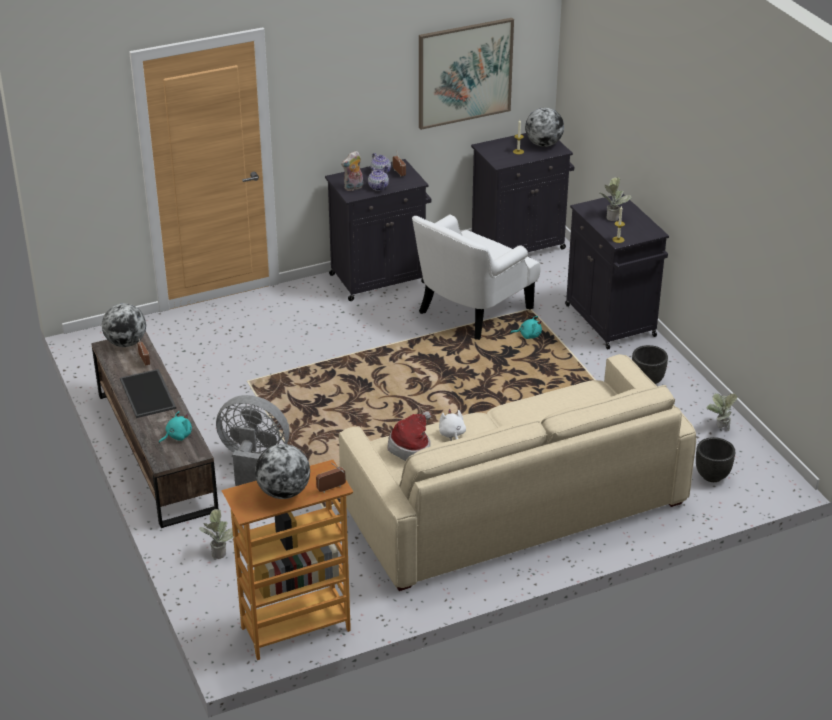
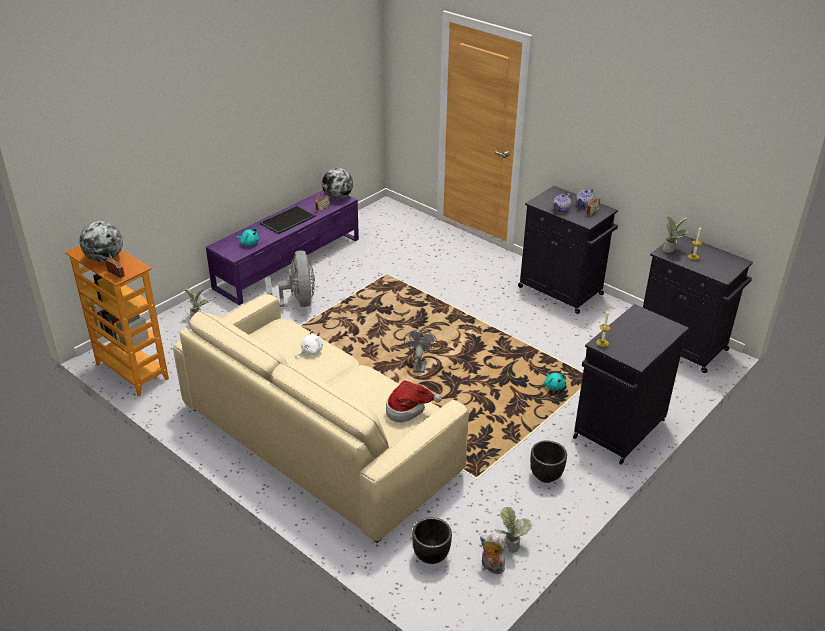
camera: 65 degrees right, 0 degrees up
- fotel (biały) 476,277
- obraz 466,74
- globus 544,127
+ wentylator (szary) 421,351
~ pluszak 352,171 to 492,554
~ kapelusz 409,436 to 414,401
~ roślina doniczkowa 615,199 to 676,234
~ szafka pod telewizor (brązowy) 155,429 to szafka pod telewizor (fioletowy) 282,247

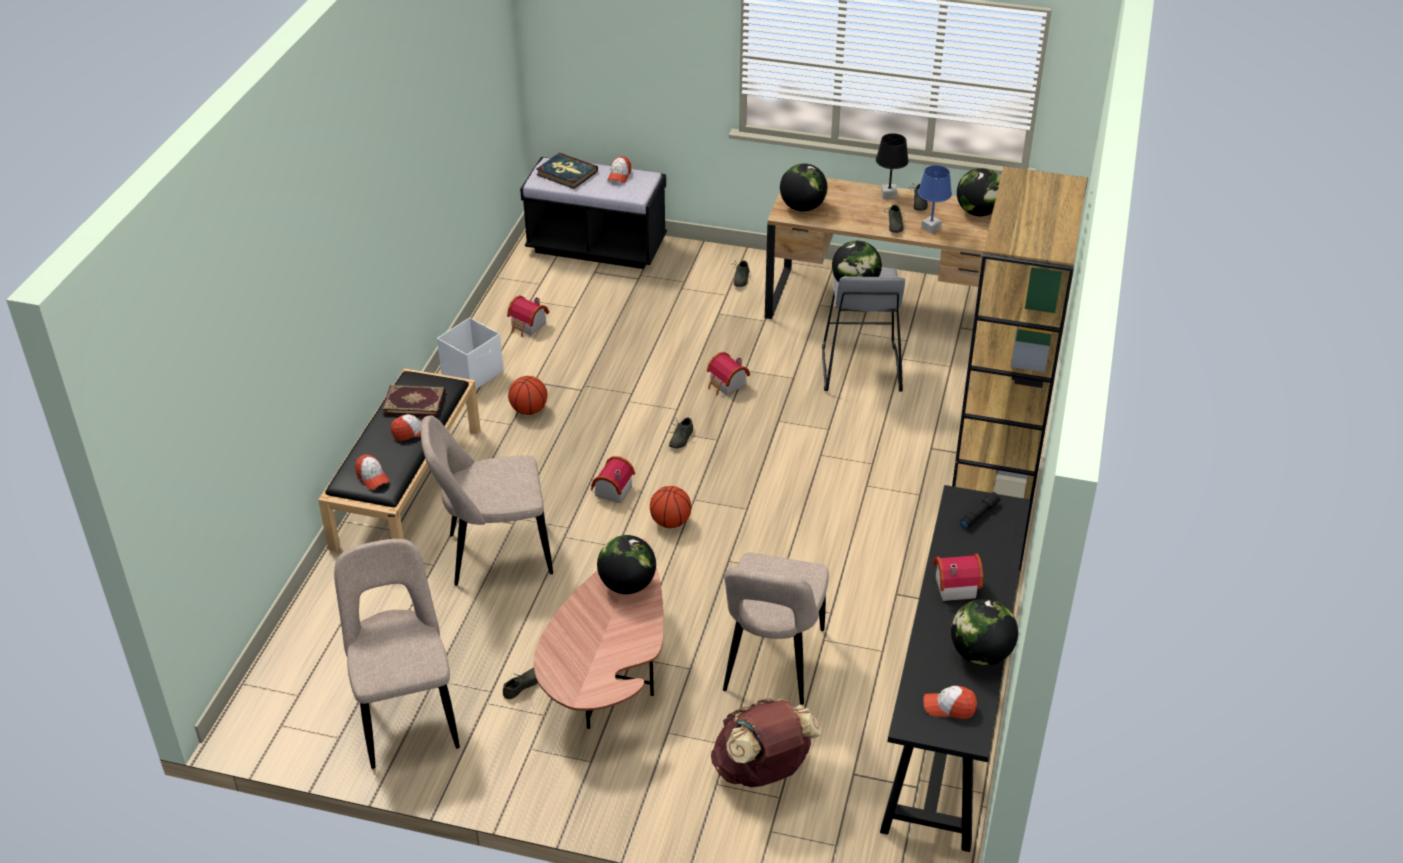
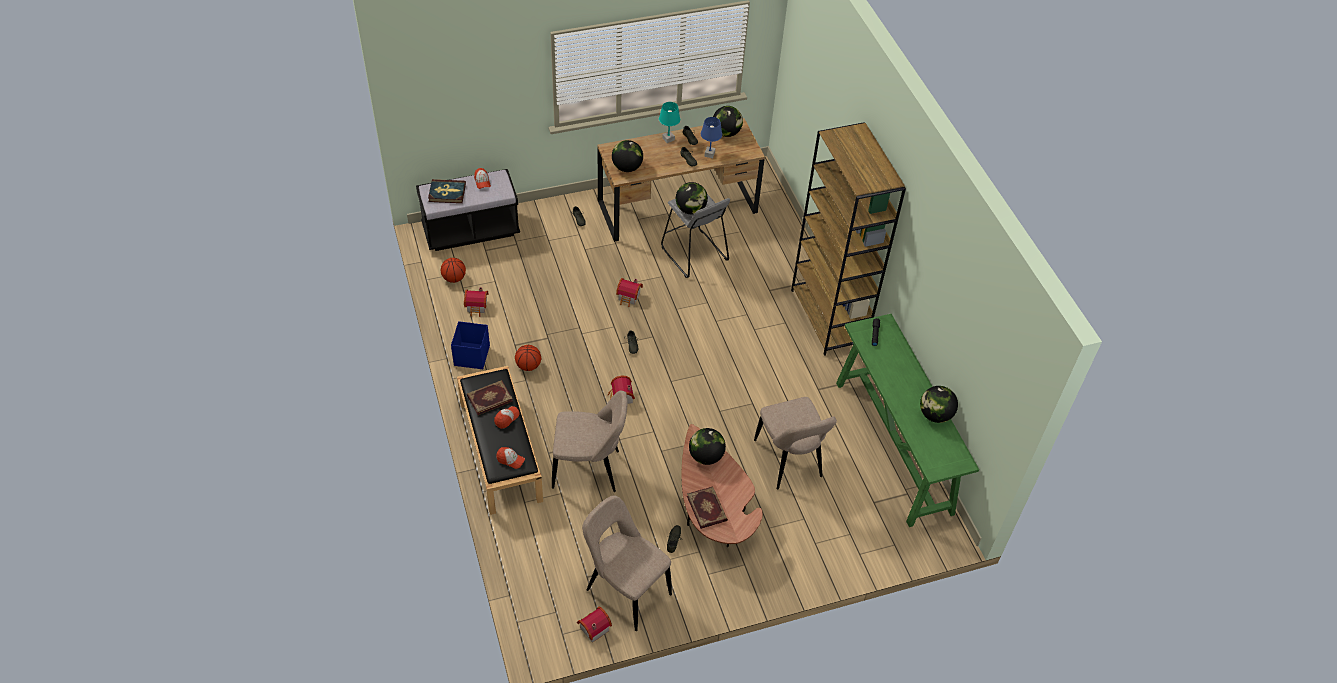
camera: 35 degrees left, 10 degrees up
- plecak (brązowy) 766,742
- czapka z daszkiem 950,702
+ książka 707,508
~ piłka do koszykówki 670,507 to 453,270
~ domek 957,577 to 594,625
~ pojemnik do przechowywania (biały) 470,353 to pojemnik do przechowywania (niebieski) 470,345
~ lampa stołowa (czarny) 892,166 to lampa stołowa (turkusowy) 669,122
~ stolik konsolowy (czarny) 955,668 to stolik konsolowy (zielony) 907,420
~ krzesło (beżowy) 487,500 = 590,441 135 degrees counterclockwise

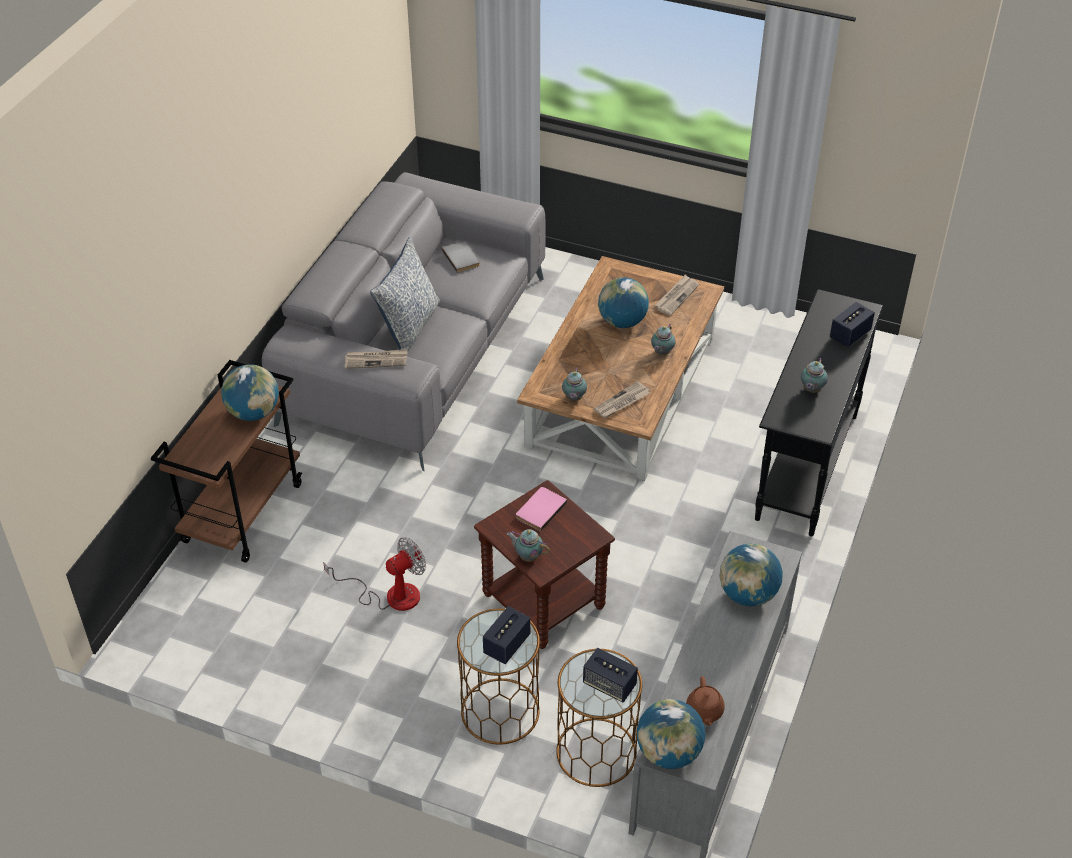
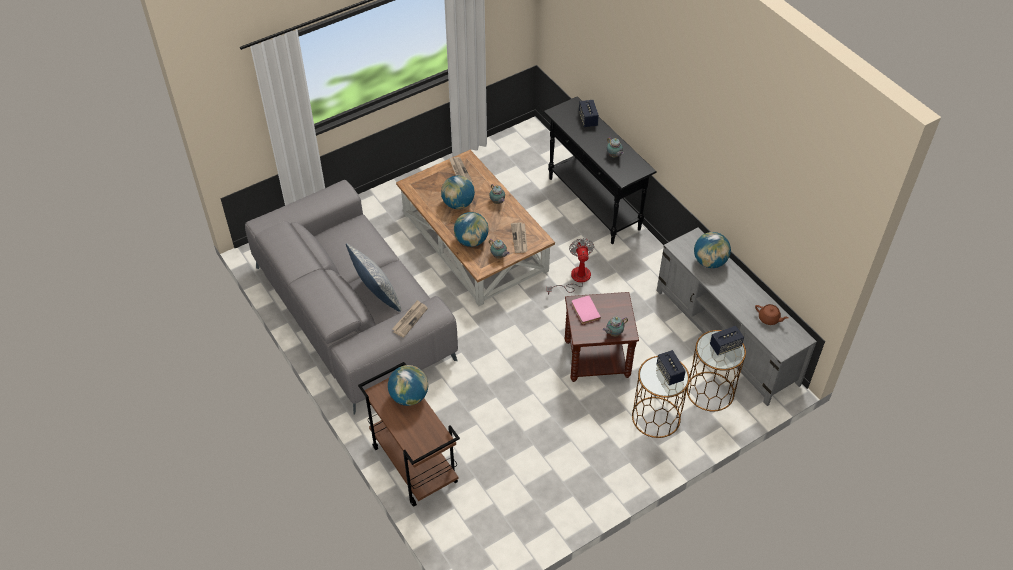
camera: 55 degrees left, 5 degrees up
- książka (szary) 461,257
~ wentylator 374,574 to 570,266
~ globus 671,734 to 471,229

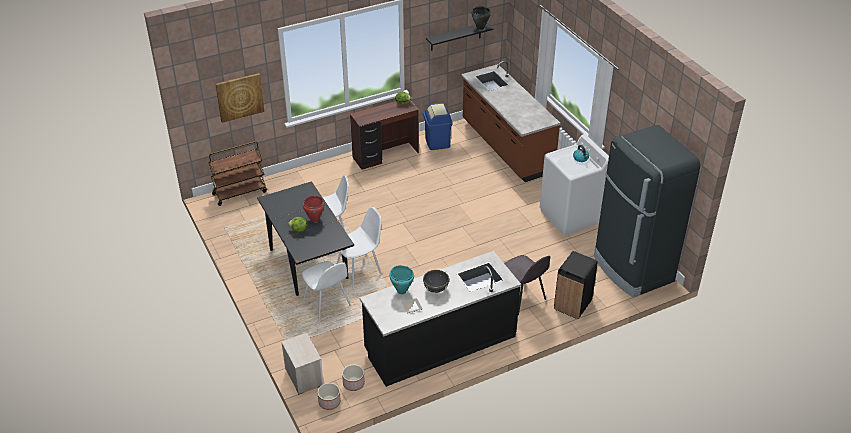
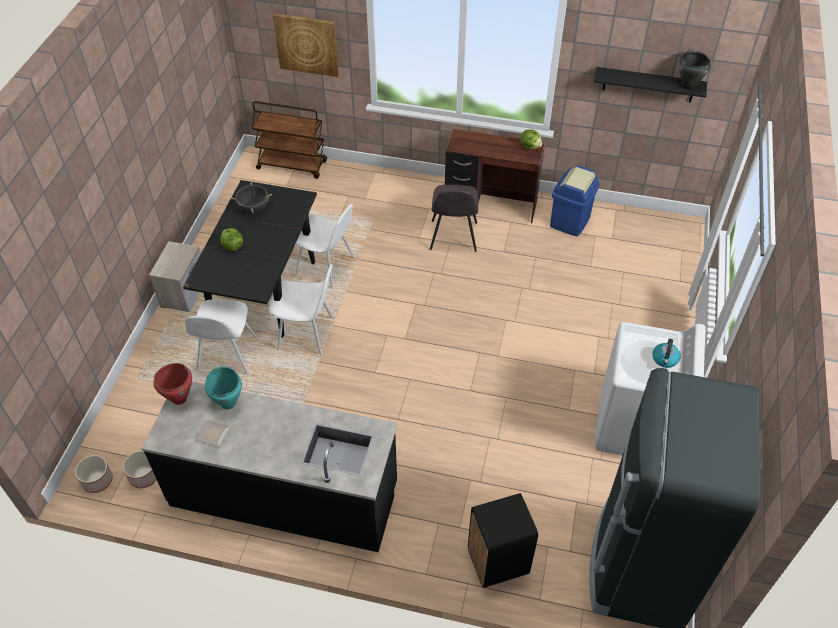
camera: 40 degrees right, 10 degrees up
- zabudowa kuchenna (brązowy) 511,121
~ szafka nocna 302,363 to 175,276
~ garnek (czerwony) 313,208 to 172,384
~ garnek (czarny) 436,281 to 251,198
~ krzesło (szary) 527,285 to 454,218

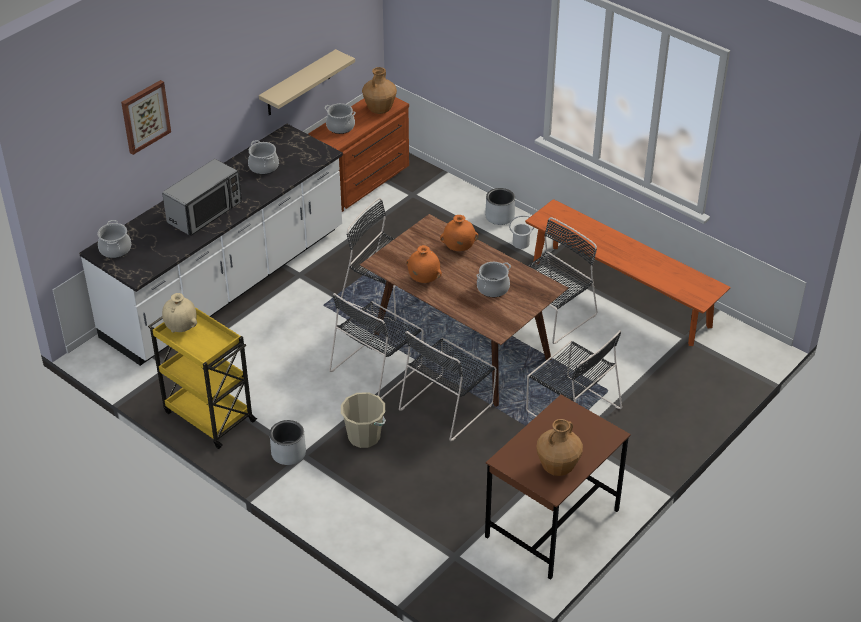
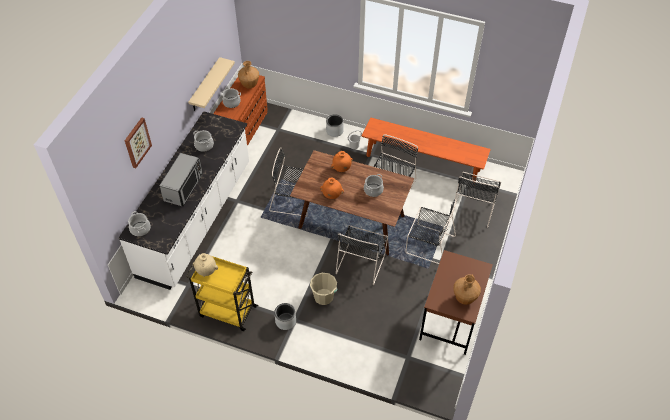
camera: 20 degrees left, 10 degrees up
~ krzesło (czarny) 376,346 to 476,200

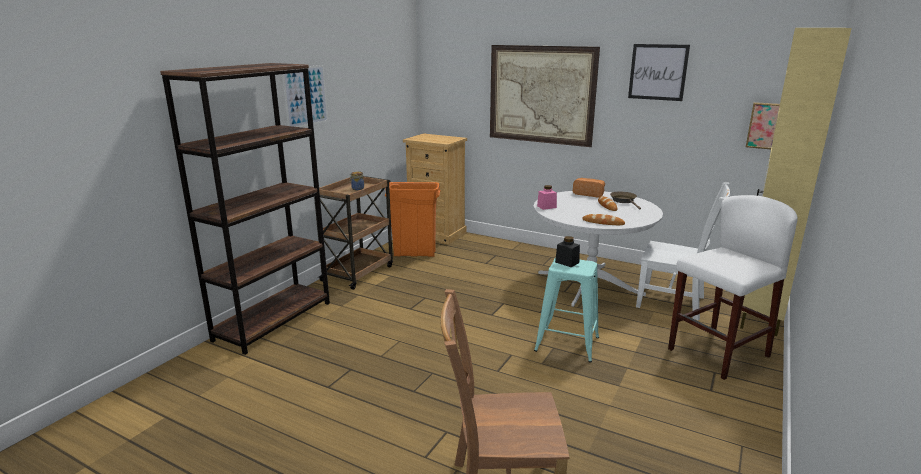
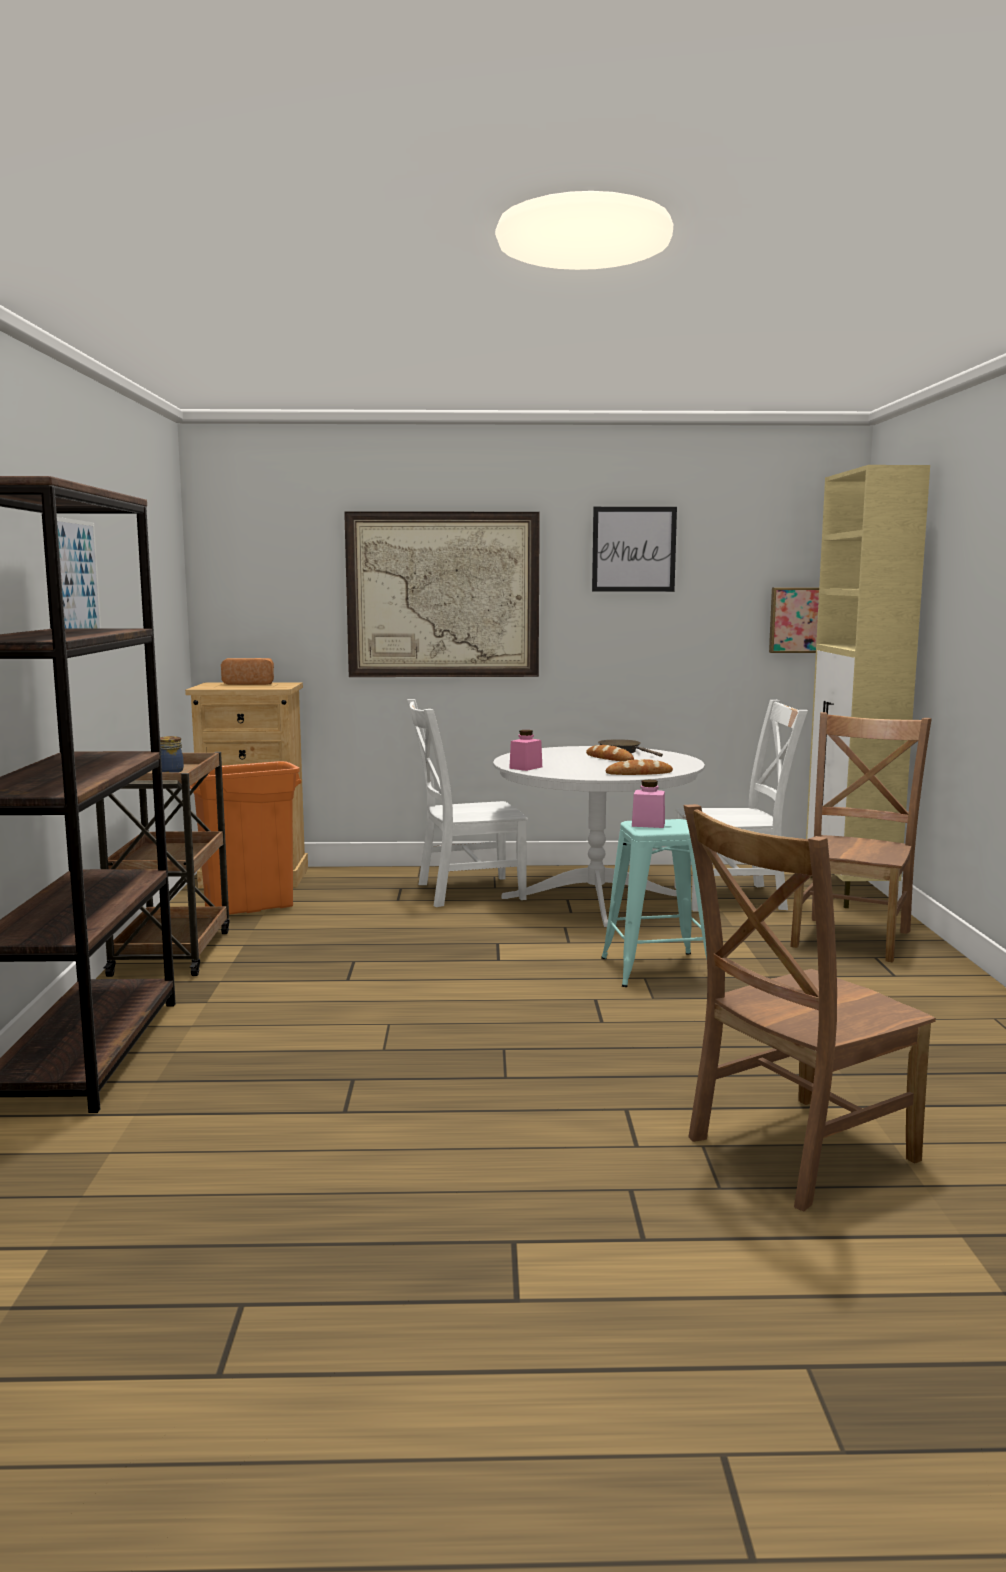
camera: 30 degrees left, 10 degrees down
+ krzesło (biały) 467,803
~ chleb 589,187 to 247,671
~ stołek (biały) 733,287 to krzesło (brązowy) 861,837
~ słoik (czarny) 567,251 to słoik (różowy) 648,804

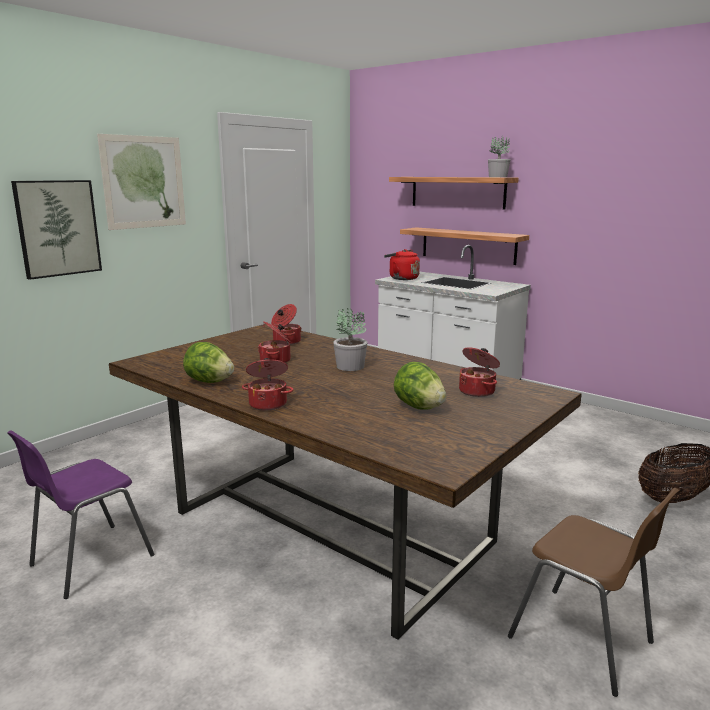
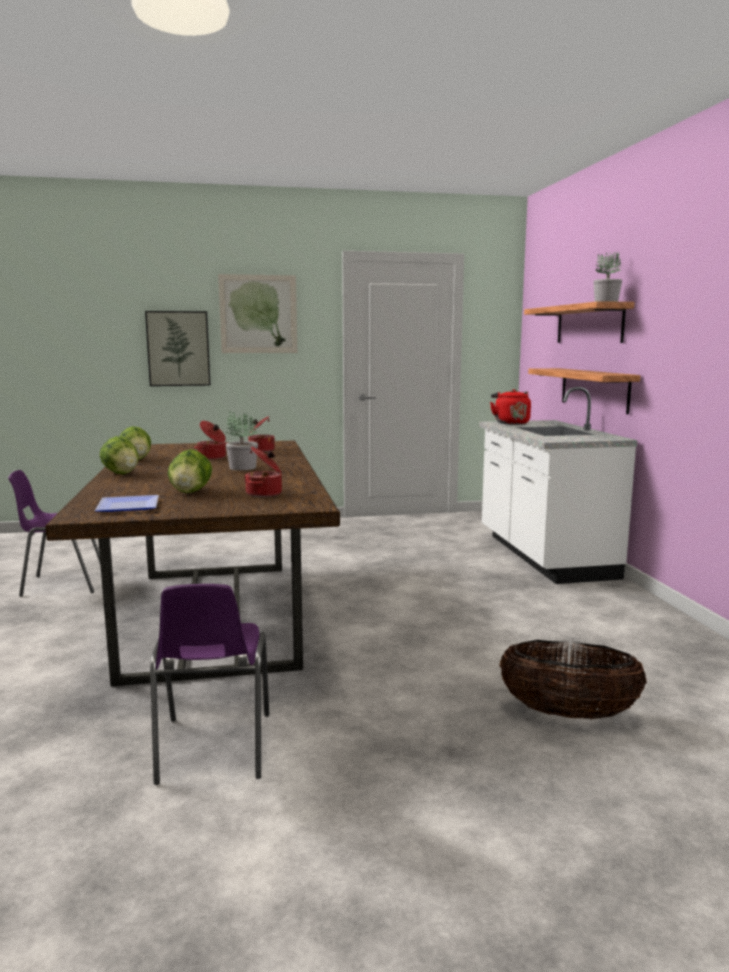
camera: 40 degrees right, 5 degrees down
+ talerz 127,503
~ garnek 267,384 to sałata 119,455
~ krzesło (brązowy) 594,592 to krzesło (fioletowy) 209,684

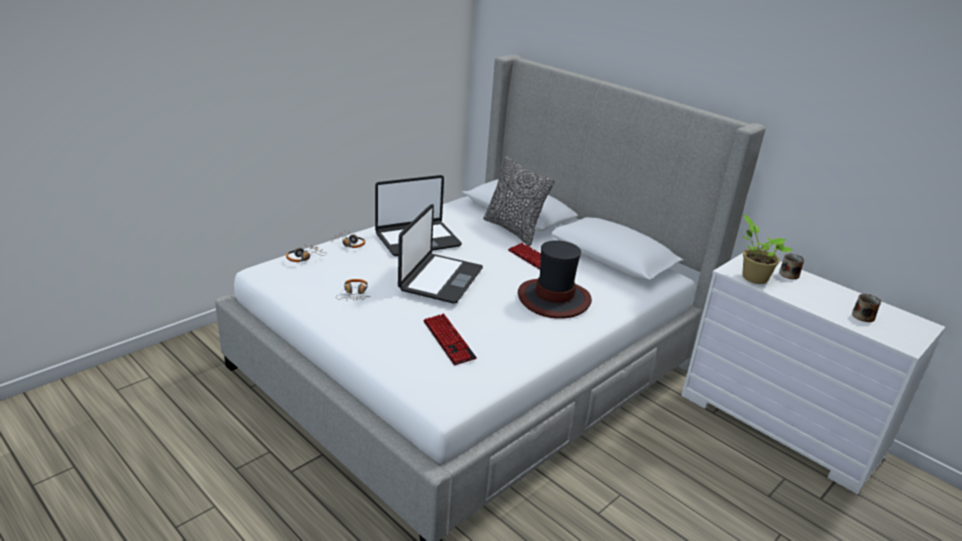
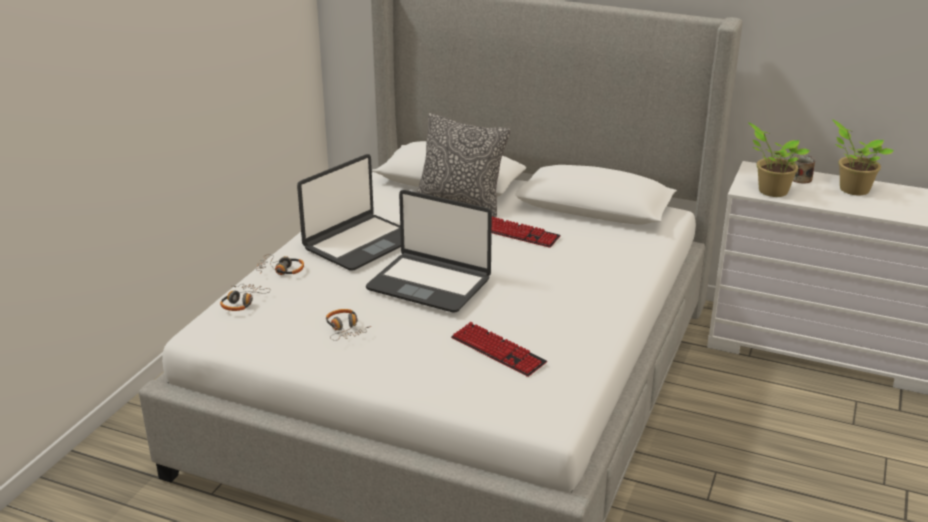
camera: 20 degrees left, 0 degrees up
- kapelusz 555,279
- kubek 866,307
+ roślina doniczkowa 863,157
~ laptop 440,253 = 429,251 120 degrees clockwise

